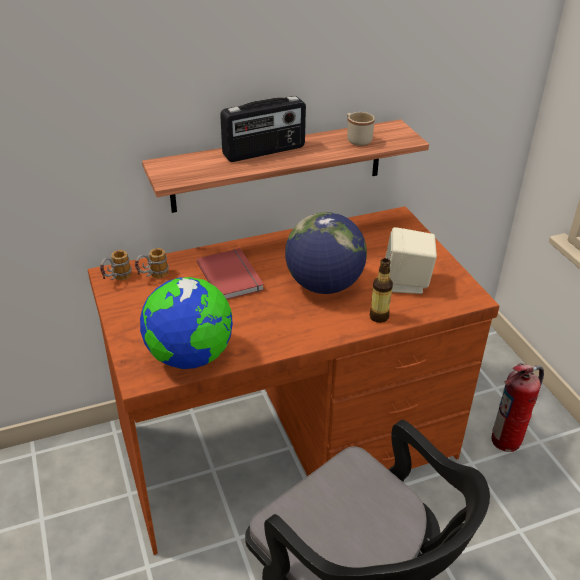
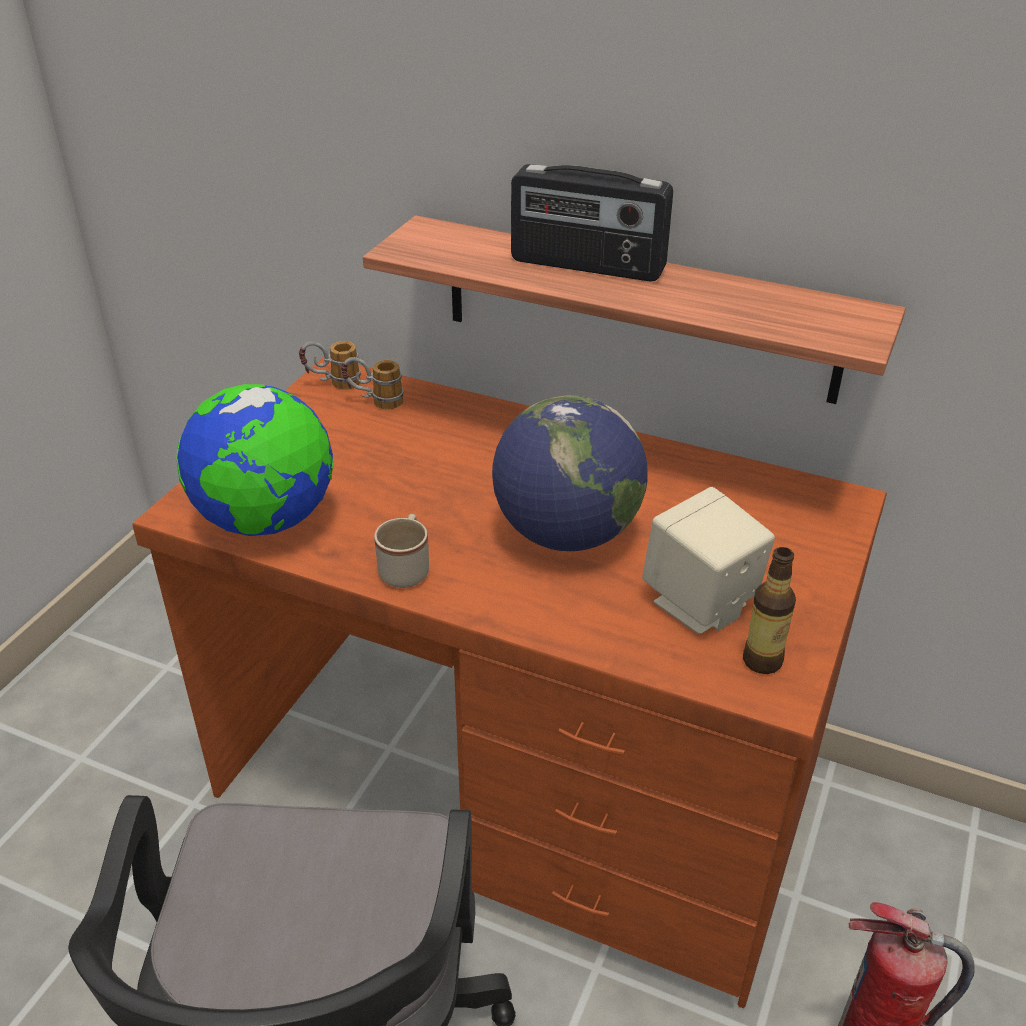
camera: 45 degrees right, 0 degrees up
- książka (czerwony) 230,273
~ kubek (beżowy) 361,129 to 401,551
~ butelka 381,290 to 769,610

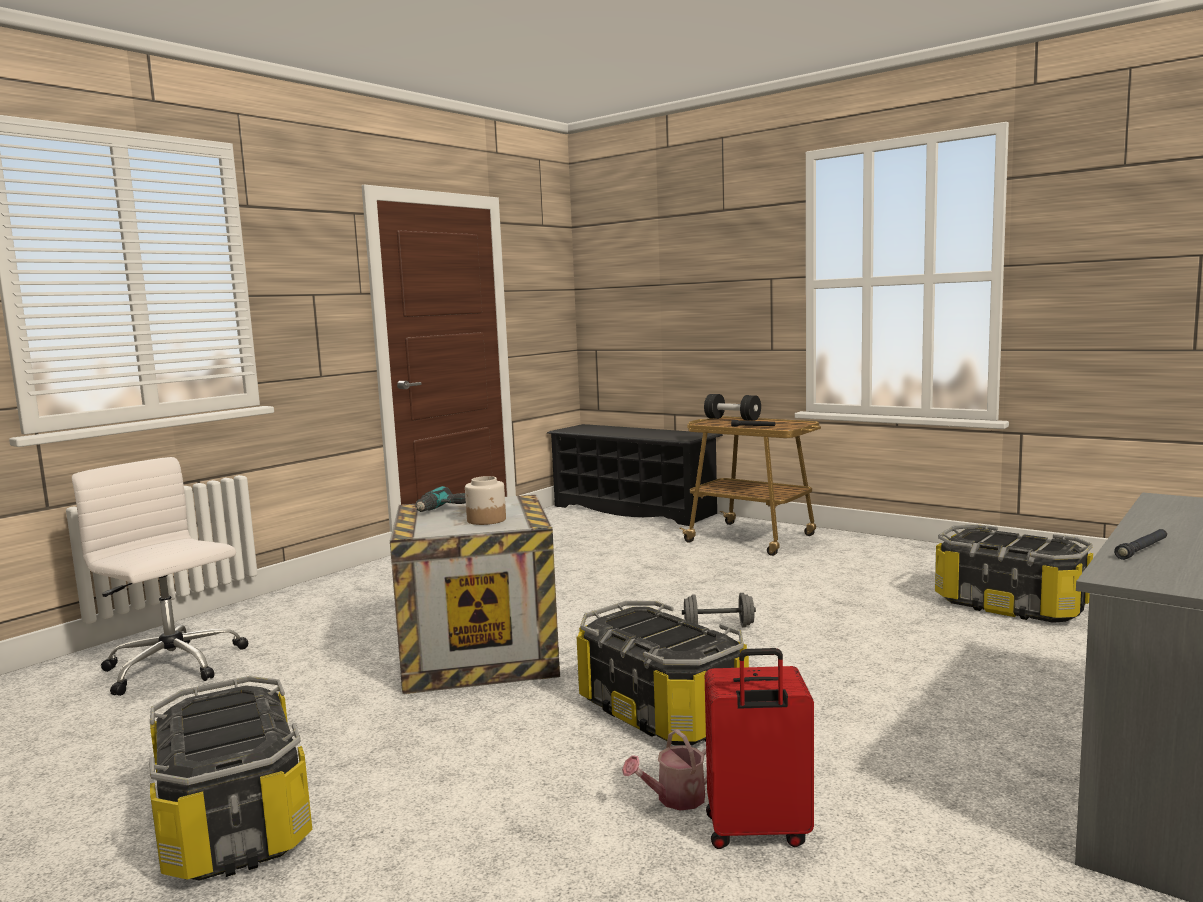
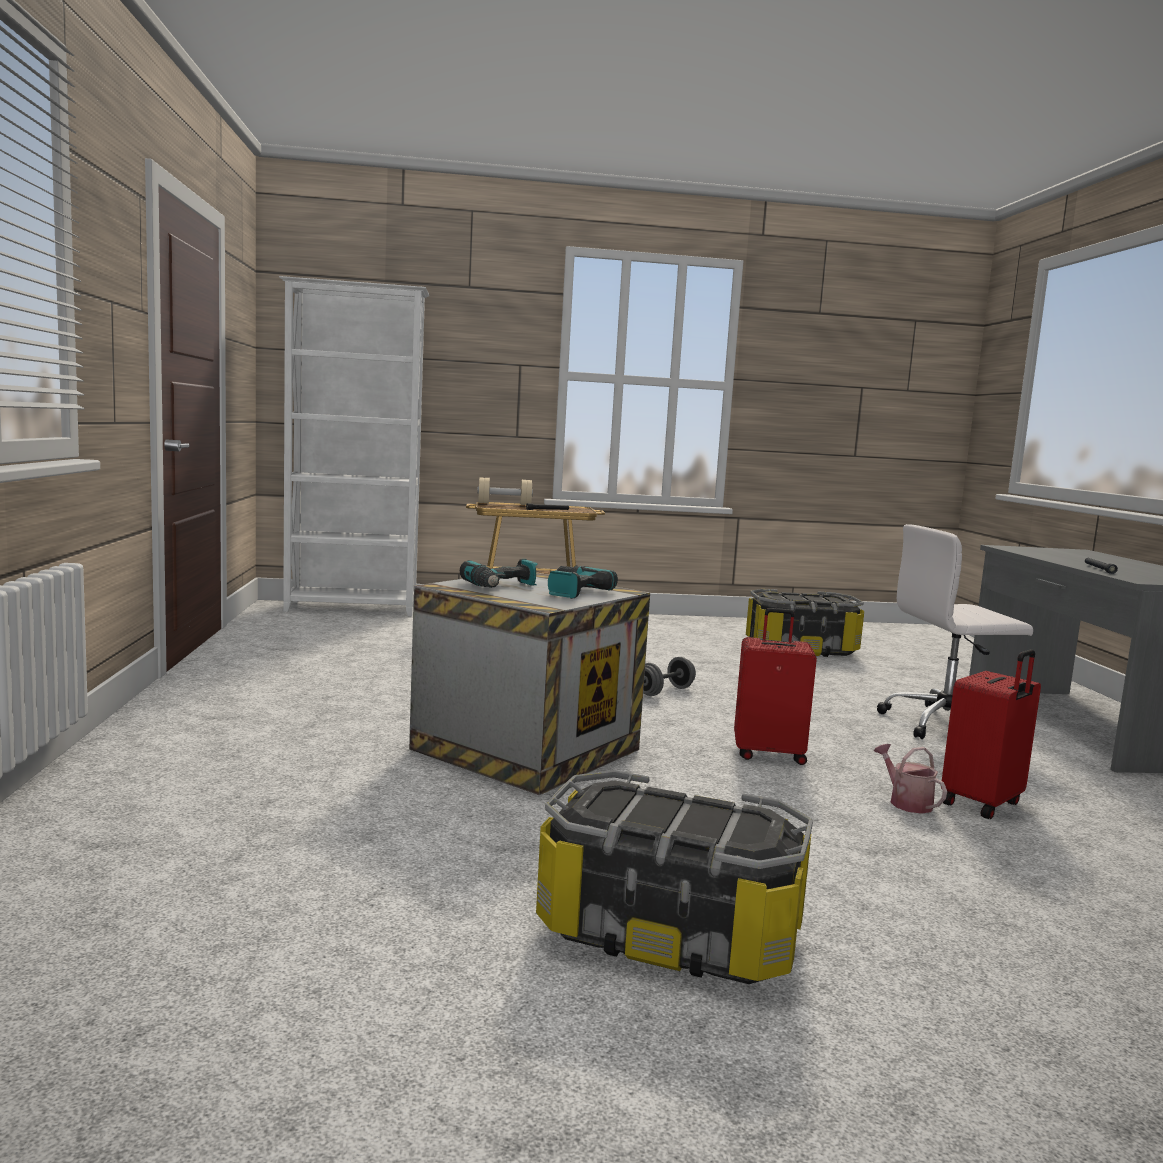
camera: 45 degrees left, 0 degrees up
~ krzesło biurowe (biały) 160,576 to 955,631
~ słoik 485,500 to wiertarka 583,582
~ regał na buty (czarny) 635,475 to regał (biały) 354,446
~ pojemnik do przechowywania 663,673 to walizka (czerwony) 775,686
~ hantel (czarny) 732,407 to hantel (beżowy) 505,491
~ konewka 664,769 = 910,779 135 degrees clockwise

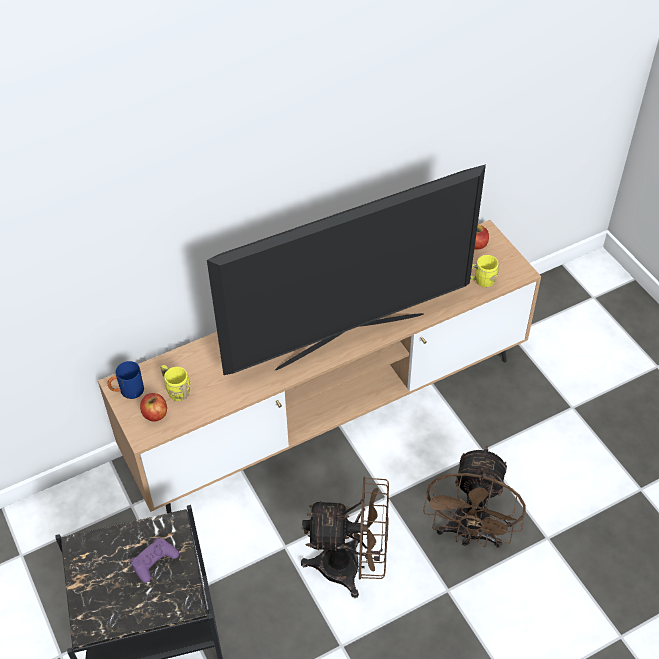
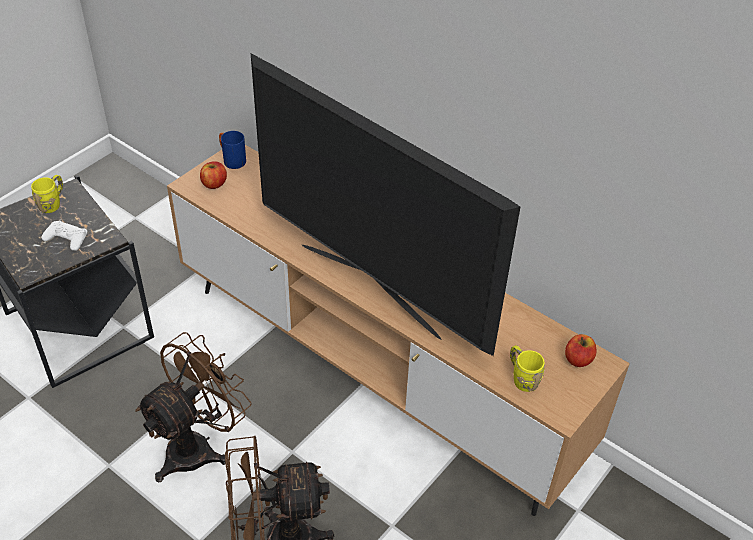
camera: 65 degrees right, 5 degrees down
~ kubek (żółty) 175,383 to 47,194
~ pad do gier (fioletowy) 154,560 to pad do gier (biały) 64,236
~ wentylator (brązowy) 345,537 = 193,407 120 degrees counterclockwise

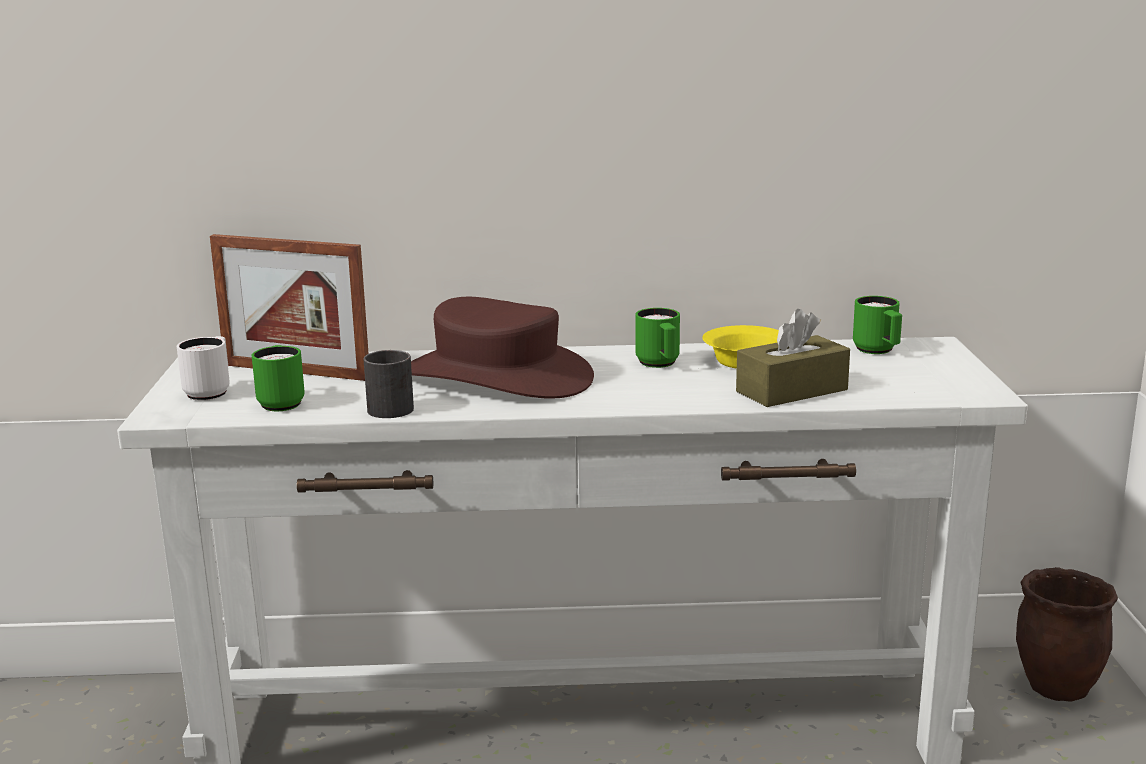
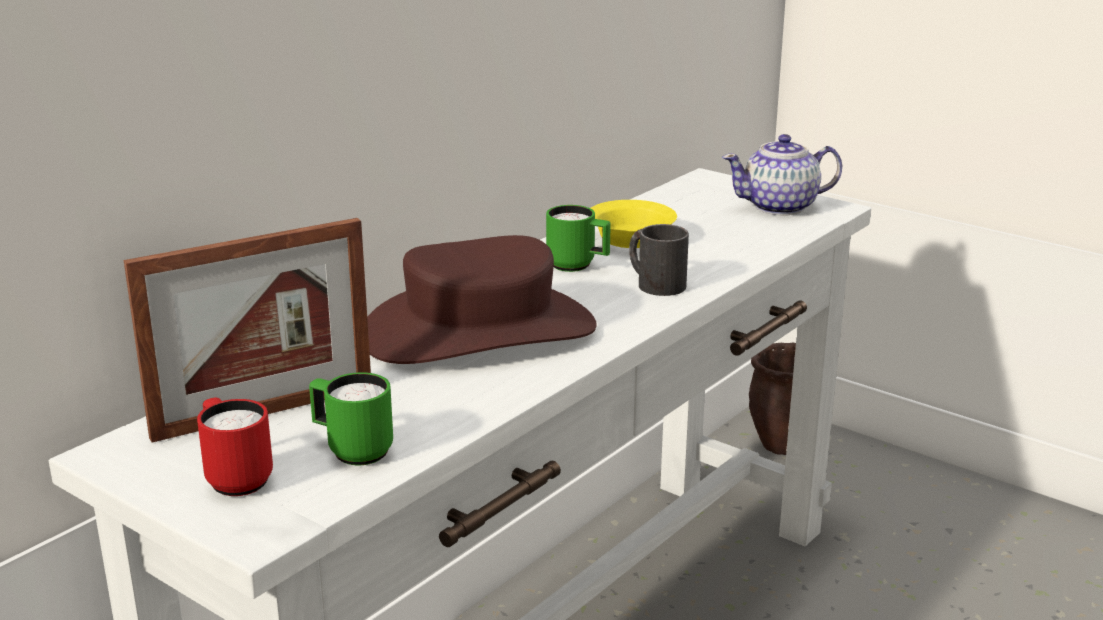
camera: 50 degrees left, 5 degrees up
- pudełko chusteczek (brązowy) 793,358
- kubek (zielony) 877,325
+ imbryk 782,174
~ kubek (czarny) 388,384 to 659,260
~ kubek (biały) 203,368 to kubek (czerwony) 235,446

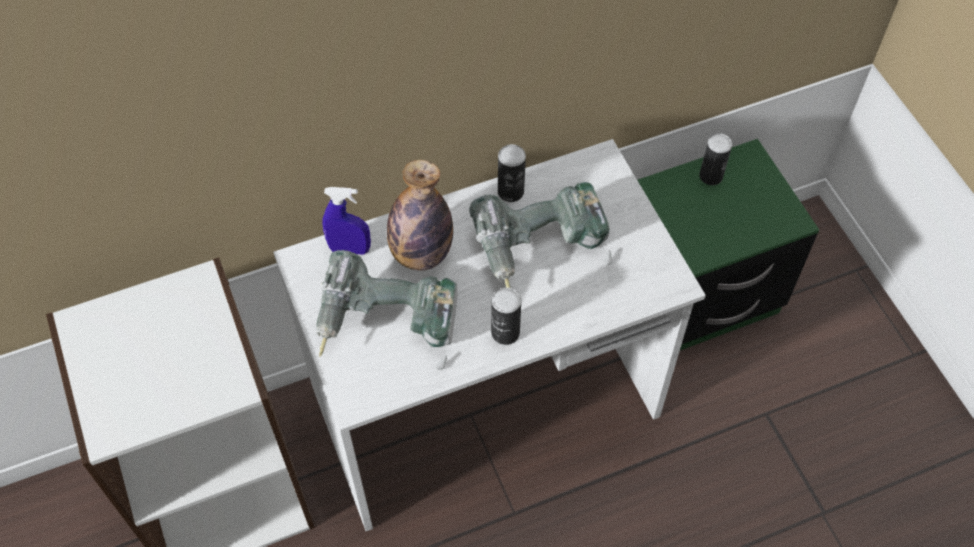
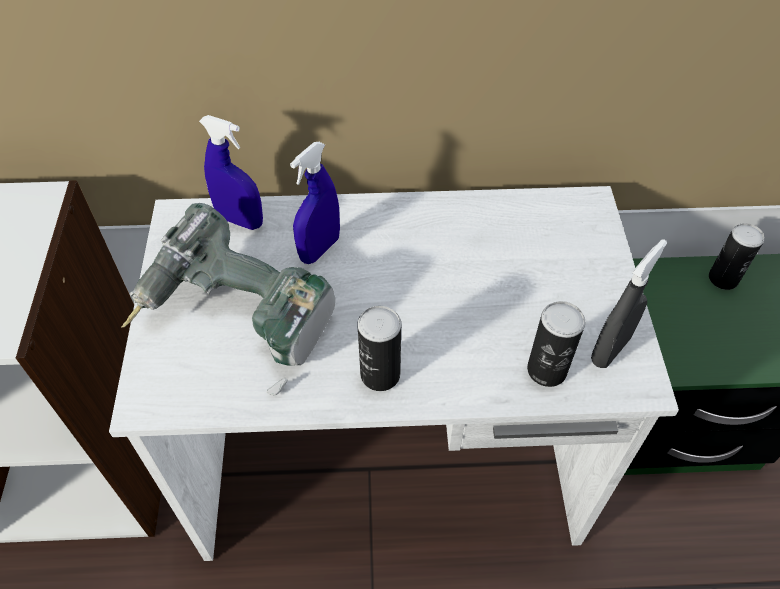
camera: 20 degrees right, 5 degrees down
- wiertarka 540,235
+ spryskiwacz (szary) 629,303
~ puszka 512,173 to 556,344
~ butelka 420,215 to spryskiwacz (niebieski) 315,203

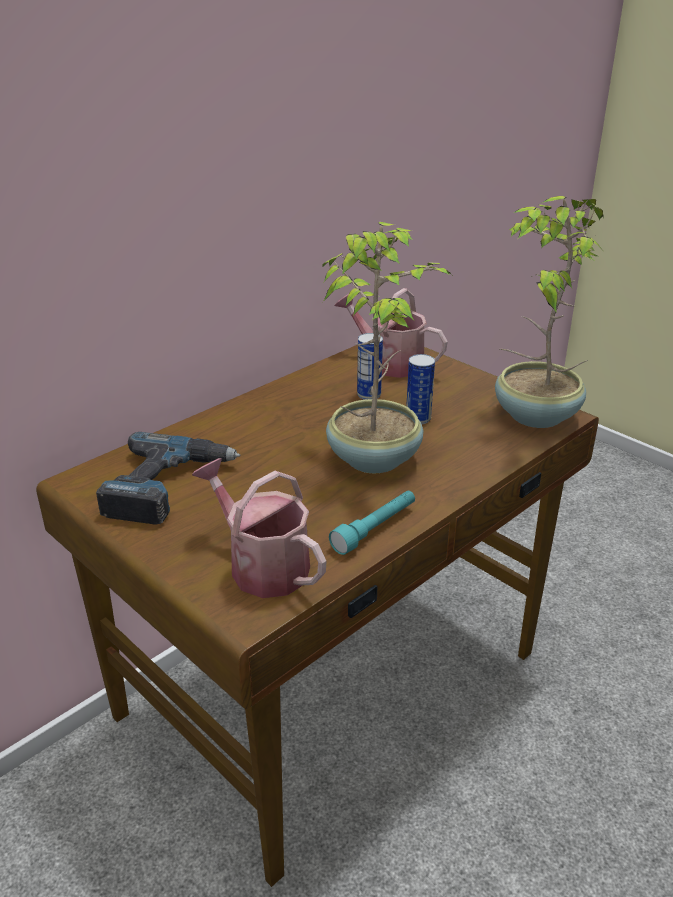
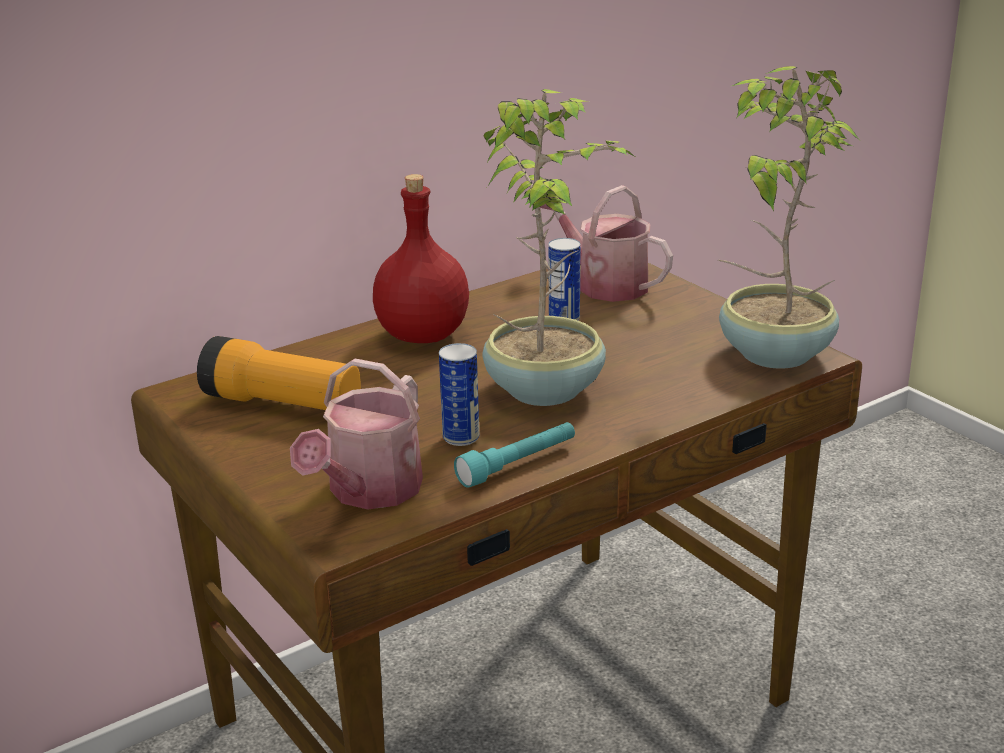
camera: 10 degrees right, 5 degrees down
+ butelka (czerwony) 421,258
~ puszka 420,389 to 459,394
~ wiertarka 168,478 to latarka 279,373
~ konewka 259,528 = 356,434 120 degrees counterclockwise

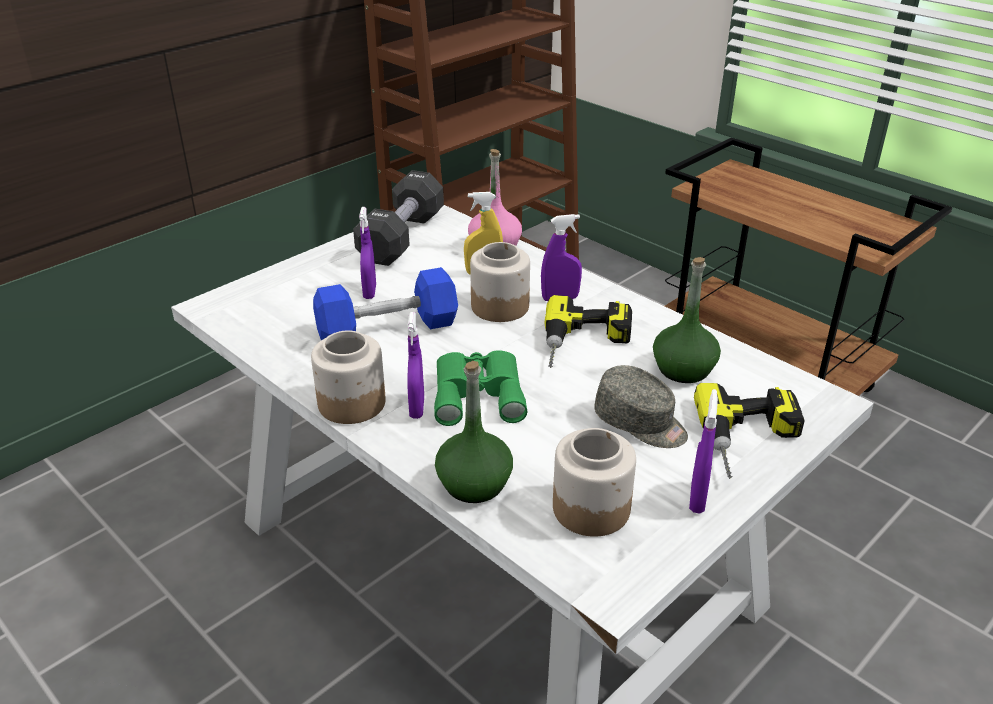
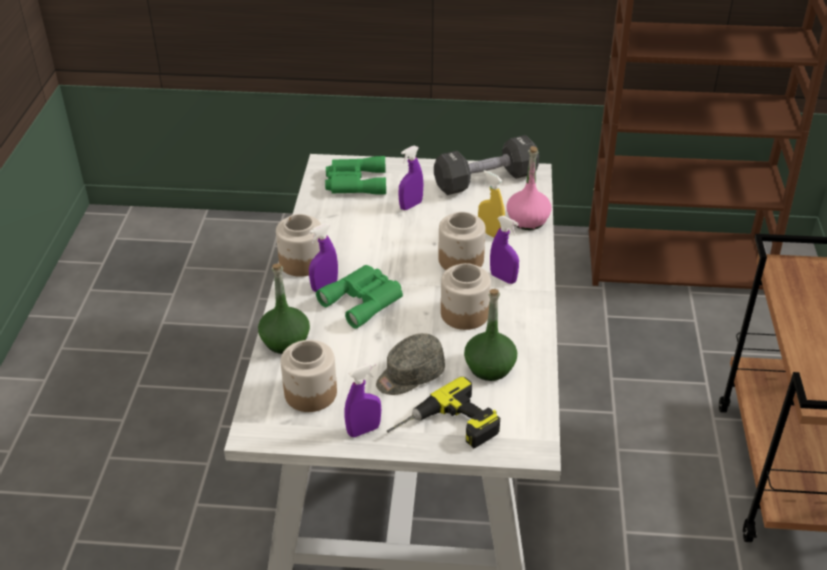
camera: 50 degrees right, 5 degrees up
- hantel (niebieski) 385,303
+ lornetka (zielony) 355,175
~ wiertarka 588,331 to słoik 466,296
~ czapka z daszkiem (szary) 641,406 = 410,364 60 degrees clockwise

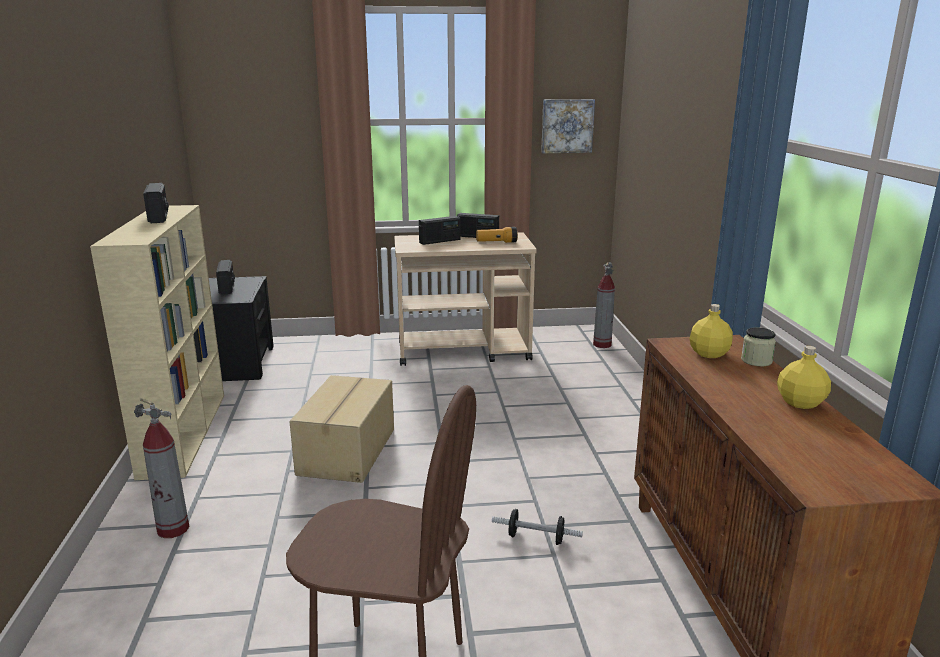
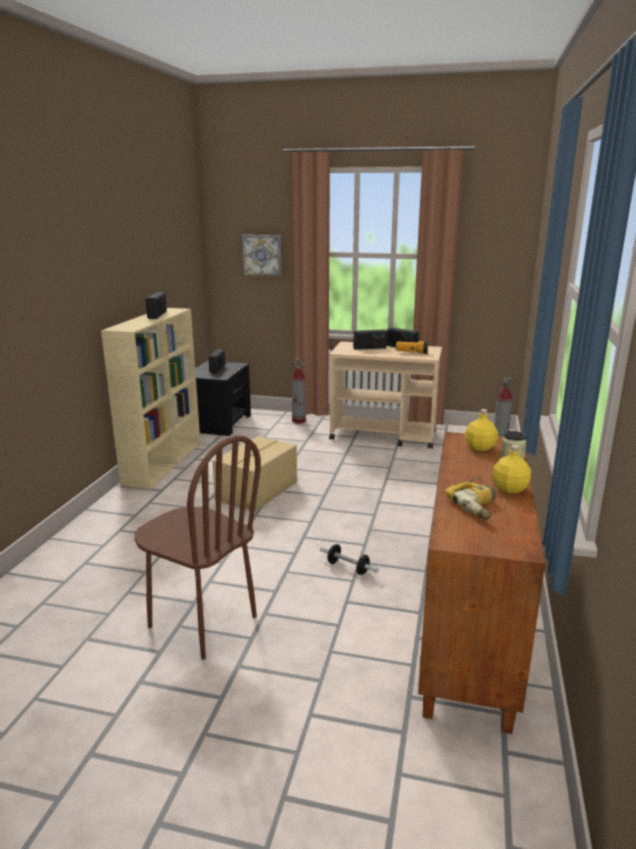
camera: 20 degrees right, 0 degrees up
+ wiertarka 476,498
~ gaśnica 161,468 to 298,390
~ obraz 568,126 to 261,255

